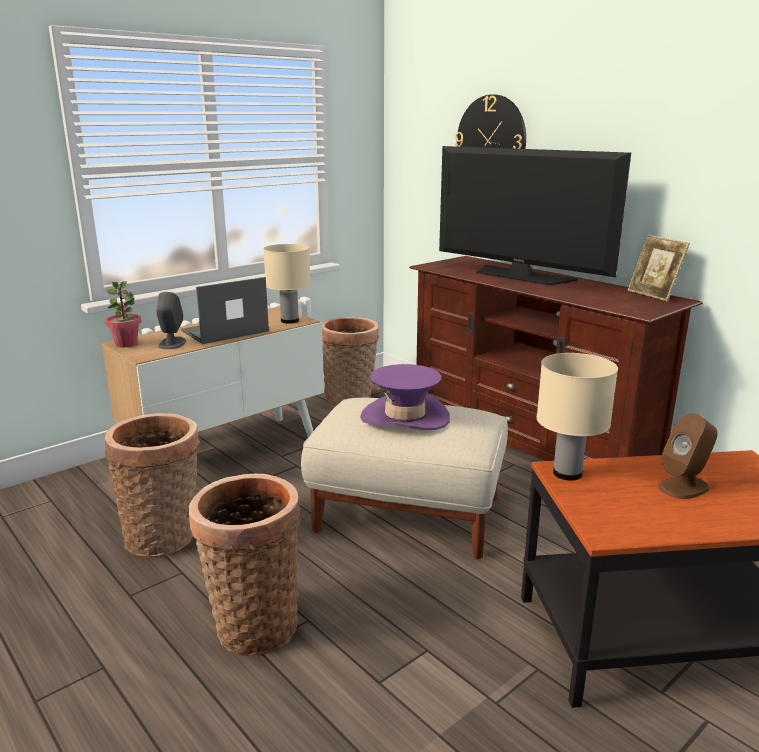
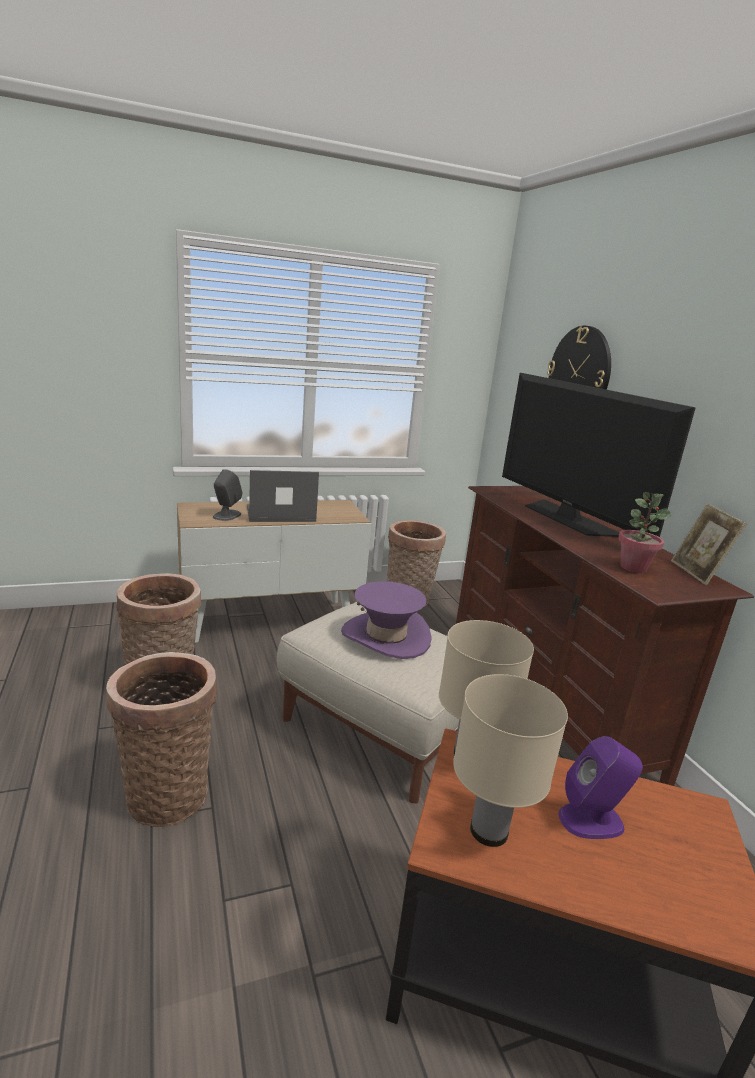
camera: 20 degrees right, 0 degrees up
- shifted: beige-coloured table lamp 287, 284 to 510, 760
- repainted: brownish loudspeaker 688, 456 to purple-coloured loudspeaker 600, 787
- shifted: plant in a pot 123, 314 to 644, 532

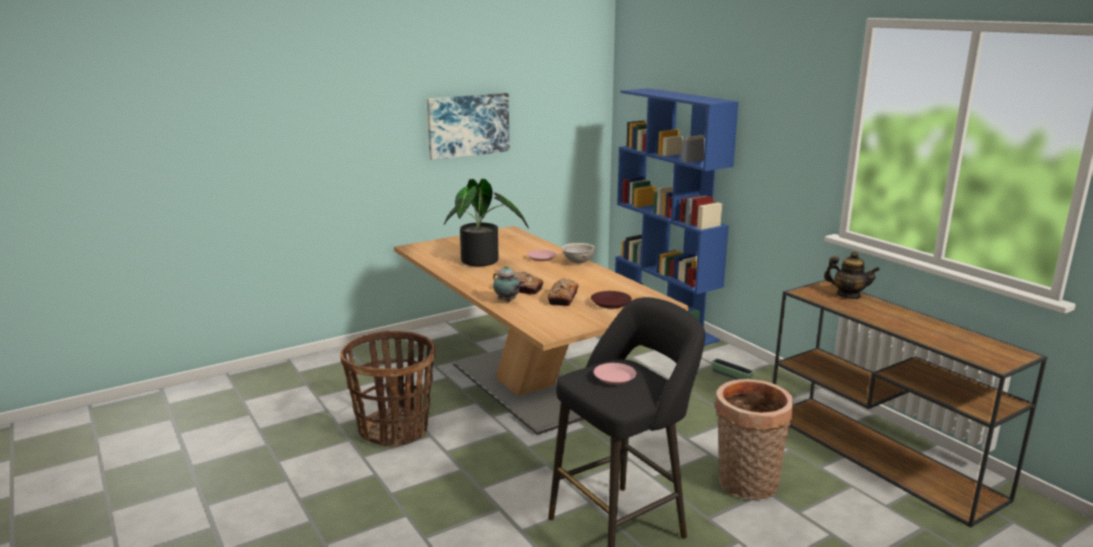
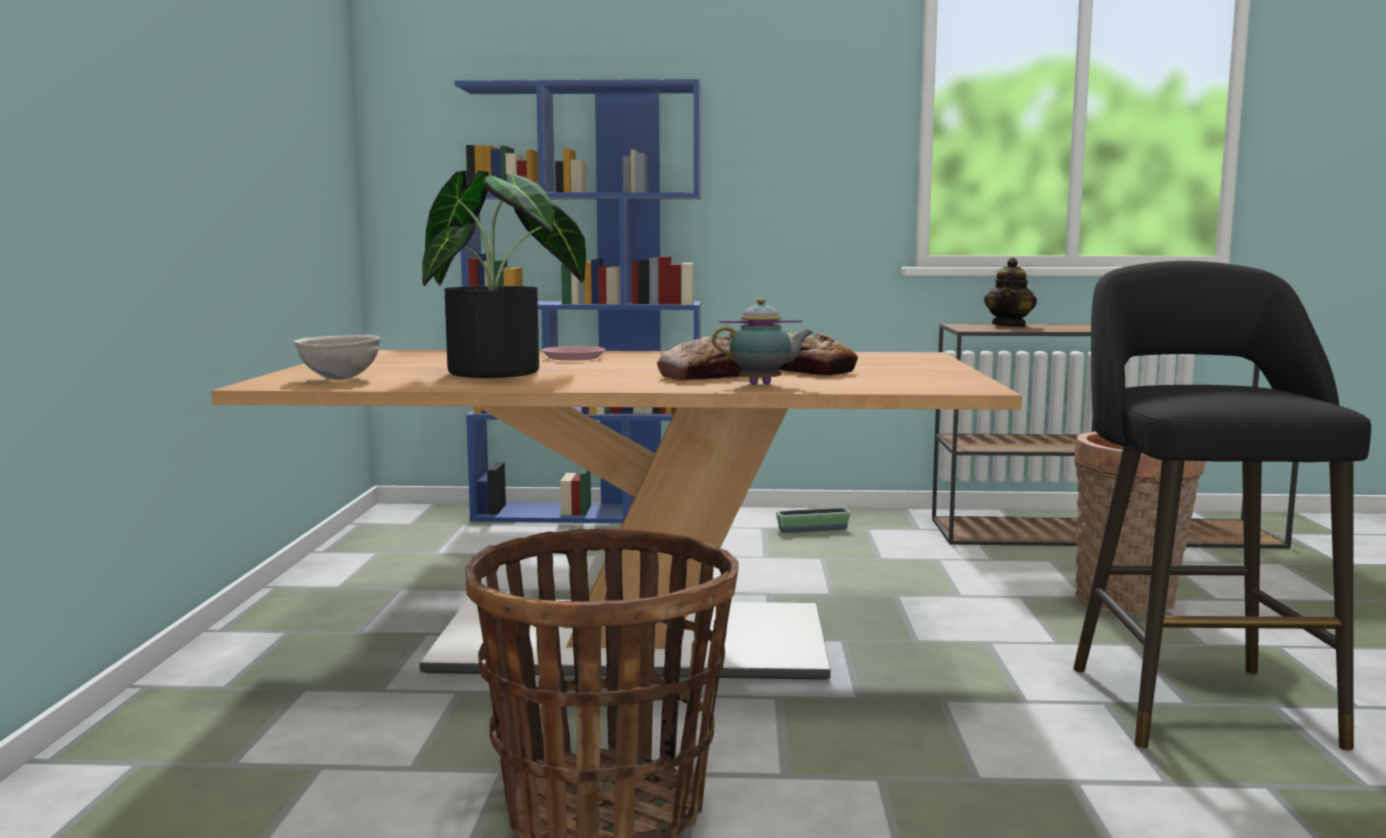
camera: 55 degrees left, 10 degrees down
- shifted: greyish serving bowl 578, 253 to 337, 357
- rotated: pot for tea 852, 275 = 1010, 292 135 degrees clockwise
- gone: wall picture 468, 126
- gone: brownish flat dish 611, 300
- gone: pink flat dish 615, 374

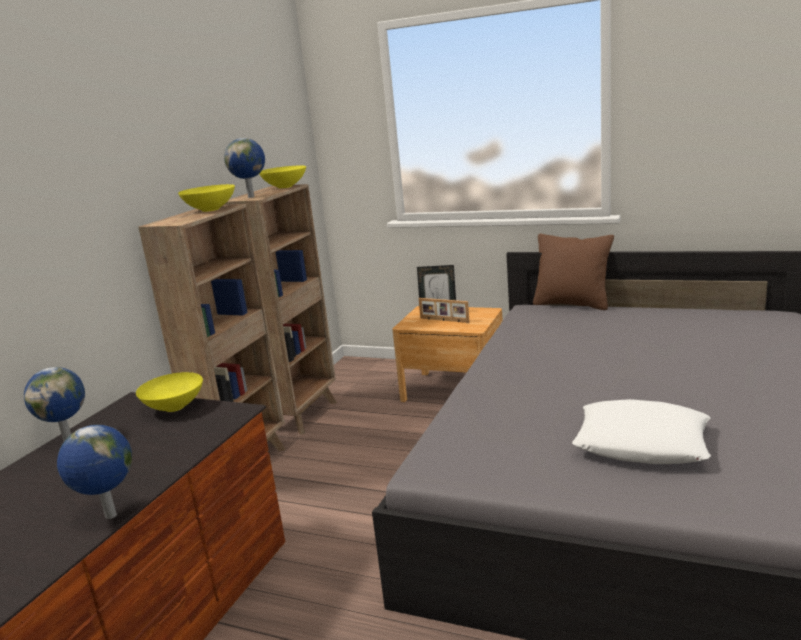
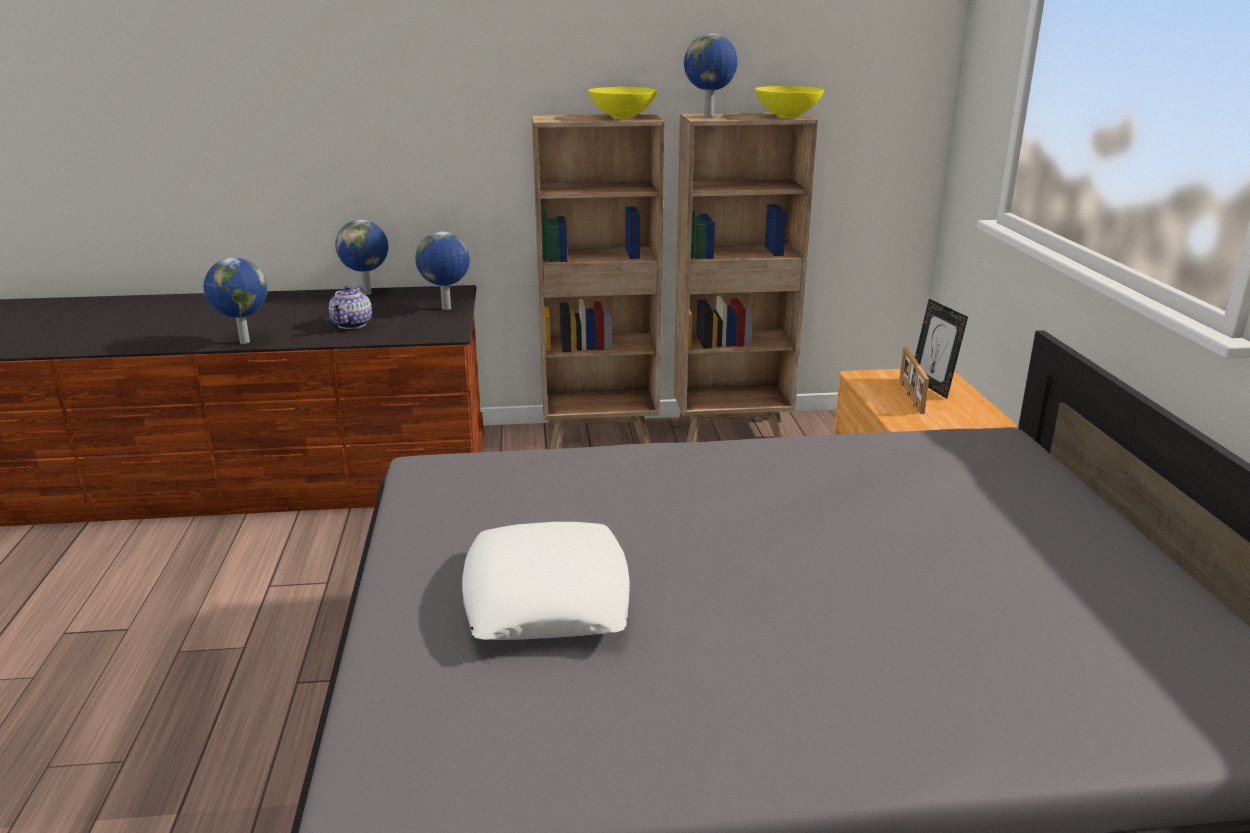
camera: 60 degrees right, 5 degrees up
- new: pot for tea 350, 307
- swapped: yellow serving bowl 169, 392 to desk globe 442, 270
- gone: brownish throw pillow 573, 272

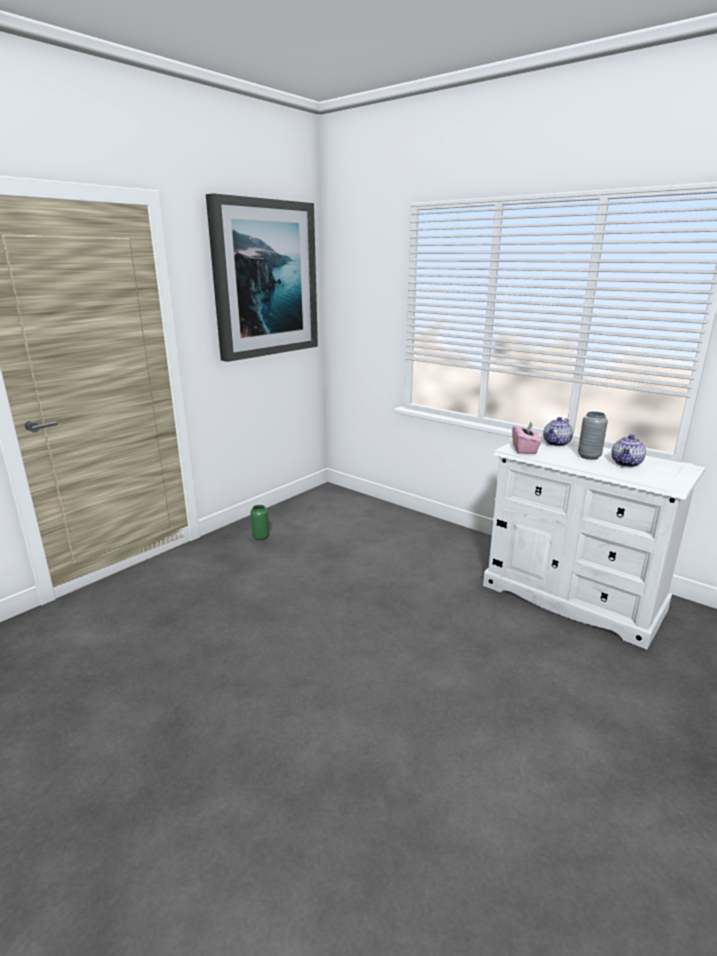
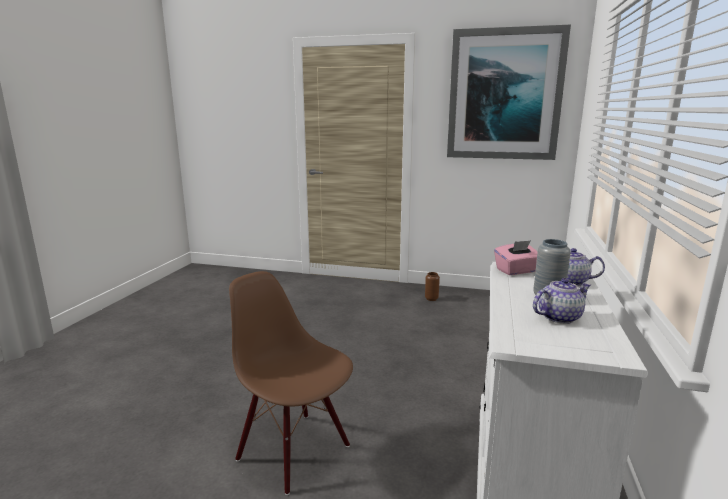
camera: 65 degrees right, 5 degrees down
- new: brownish upright chair 291, 383
- repainted: green-coloured vase 259, 523 to brownish vase 432, 286
- rotated: pot for tea 628, 450 = 562, 301 150 degrees clockwise

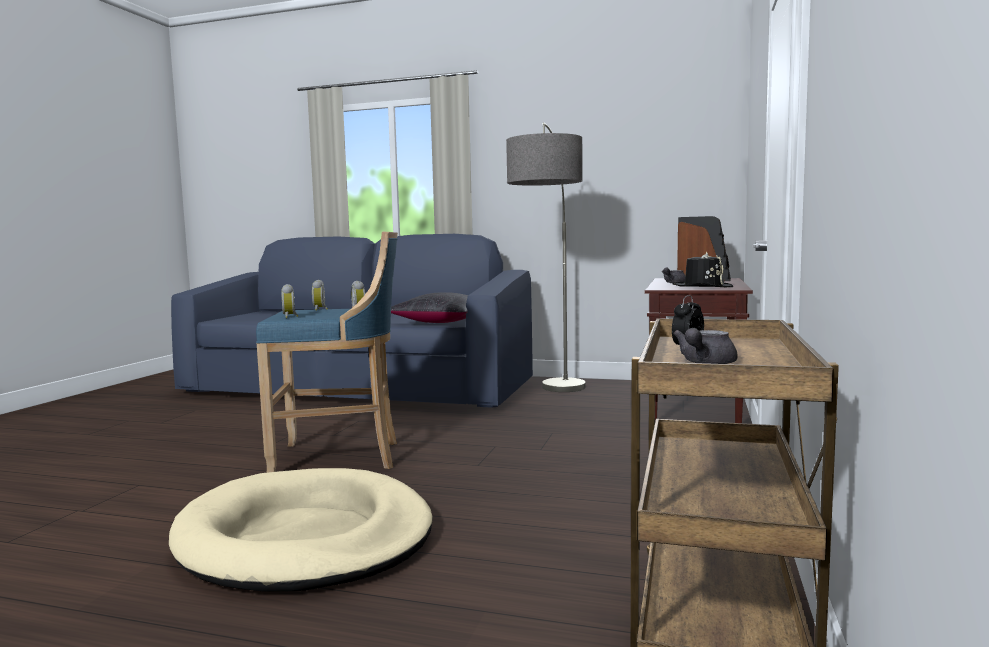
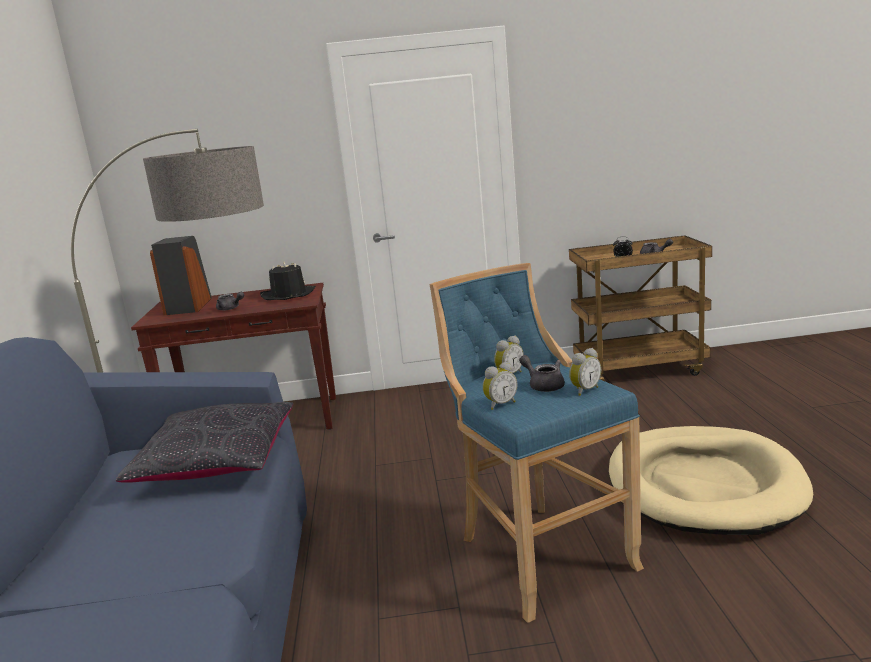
camera: 110 degrees left, 10 degrees up
- new: greyish pot for tea 542, 373

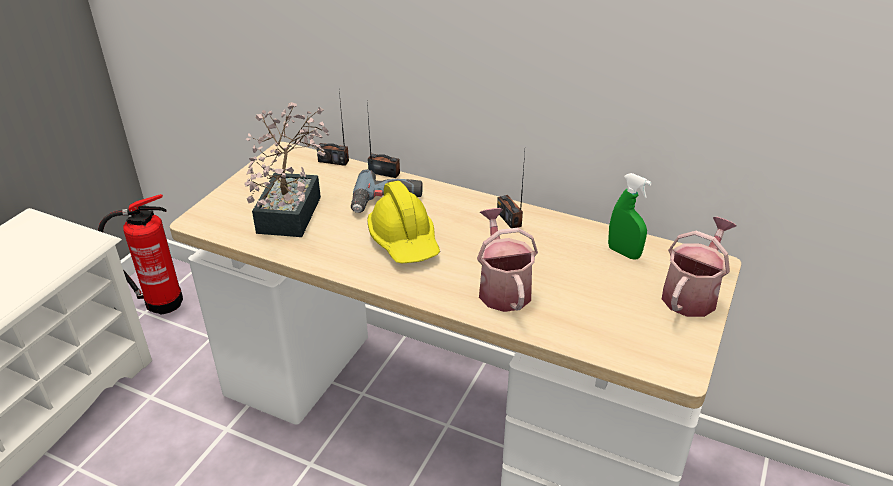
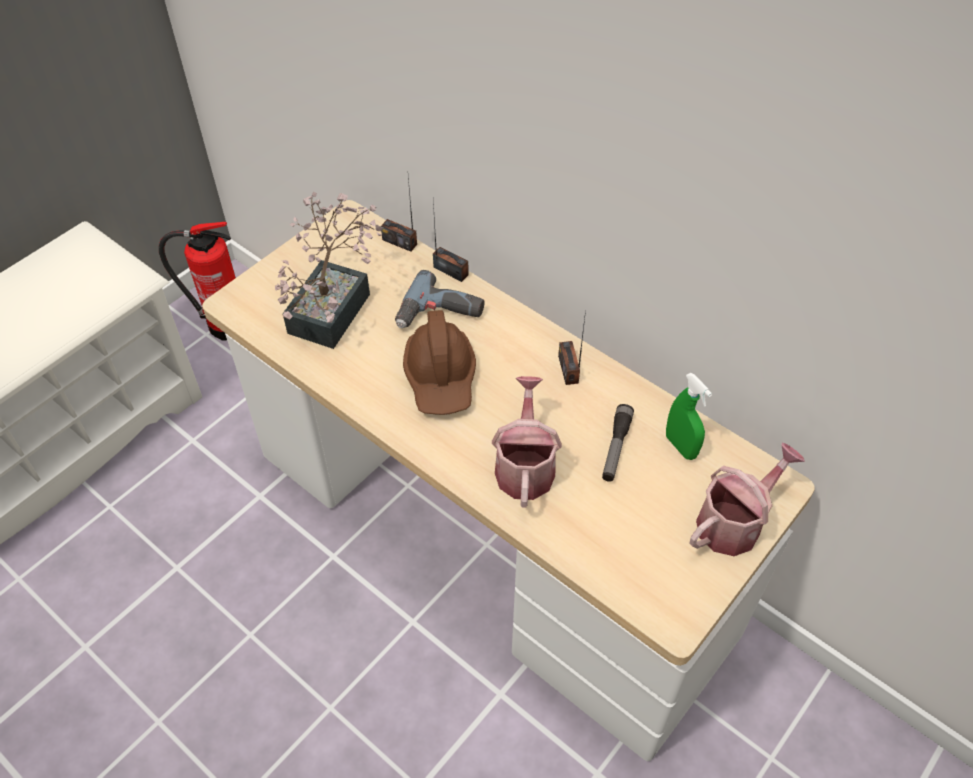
camera: 15 degrees right, 15 degrees up
- repainted: yellow hard hat 403, 222 to brownish hard hat 439, 362
- new: flashlight 618, 443

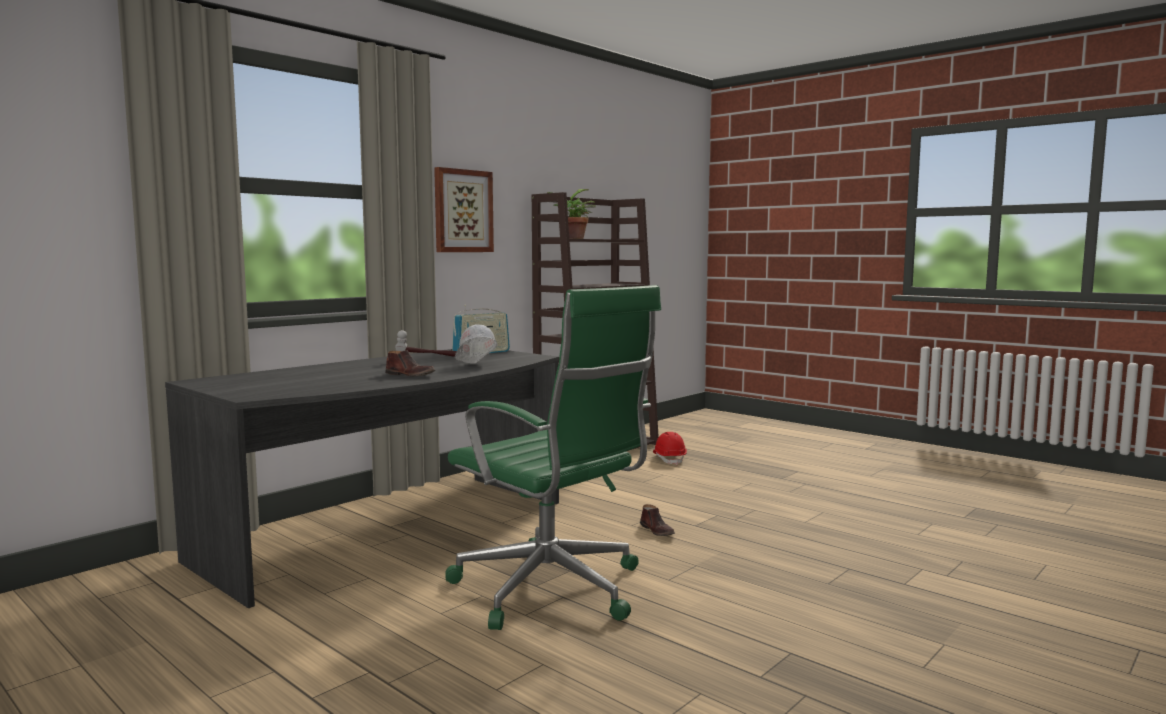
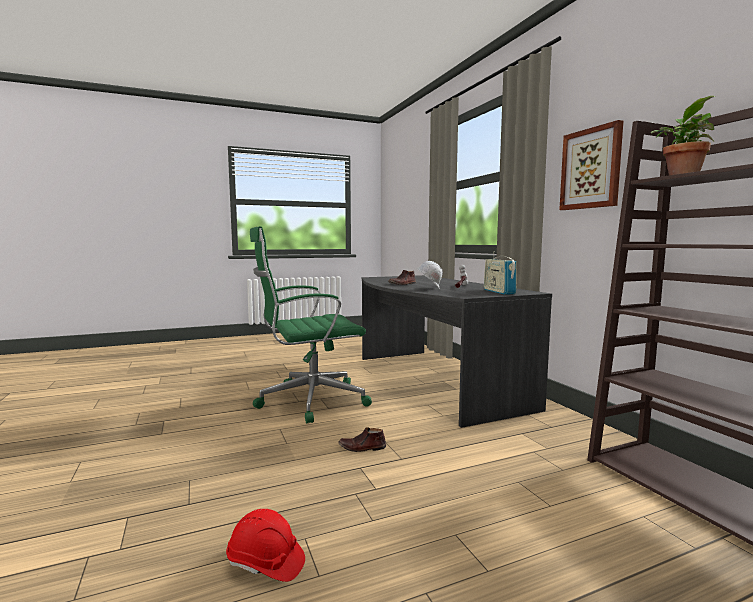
camera: 115 degrees right, 0 degrees up
- shifted: reddish hard hat 670, 448 to 265, 545

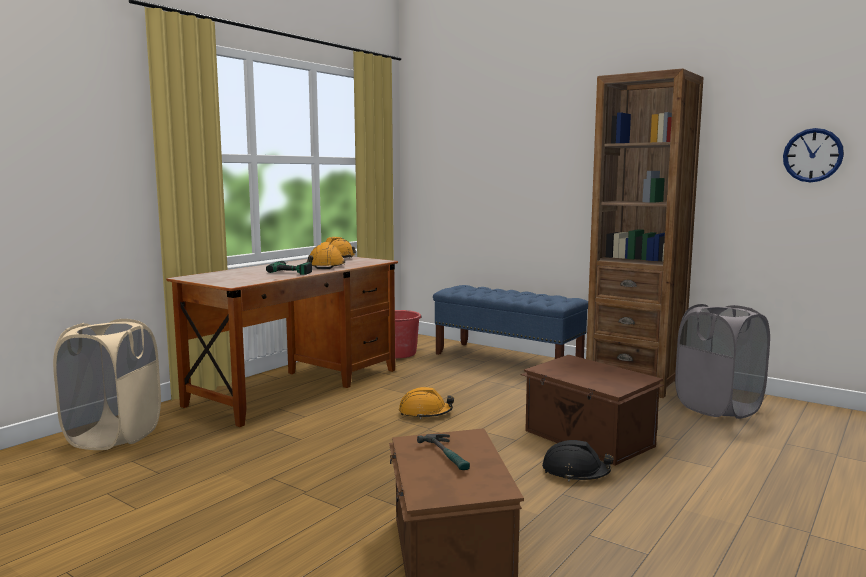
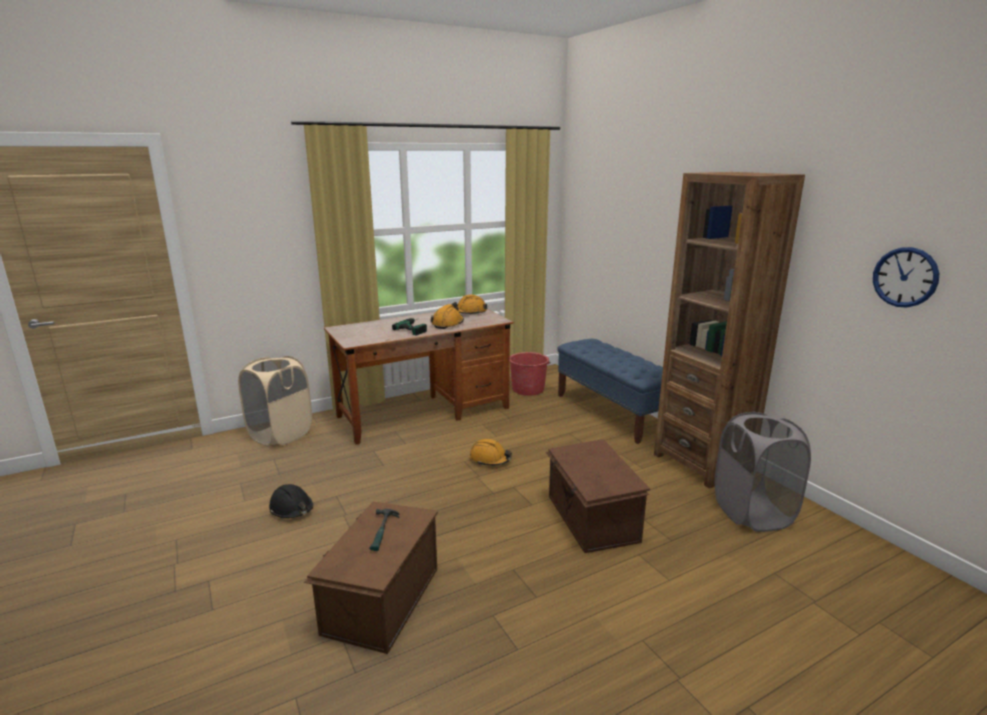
camera: 25 degrees right, 10 degrees up
- shifted: black-coloured hard hat 578, 461 to 291, 501

